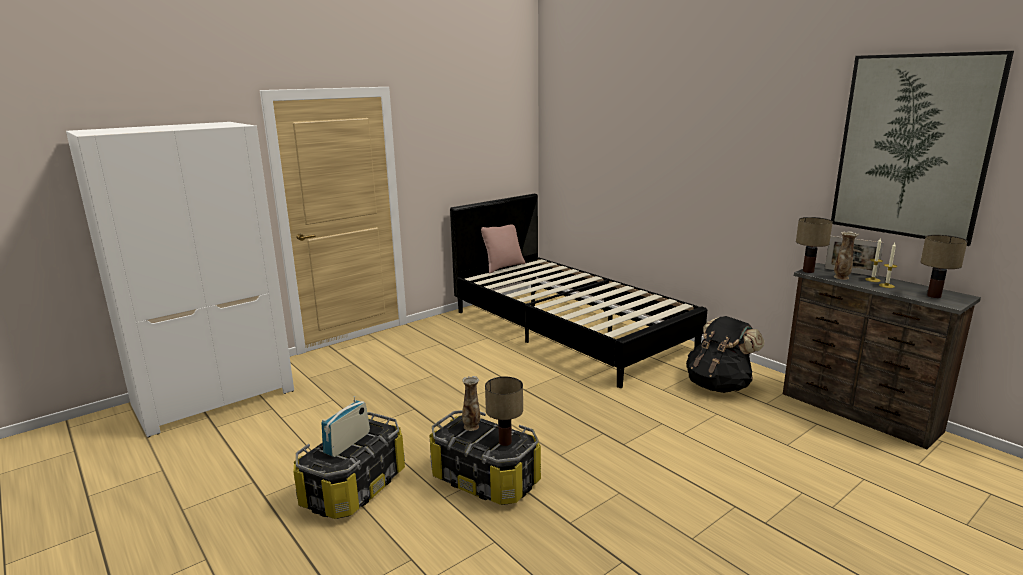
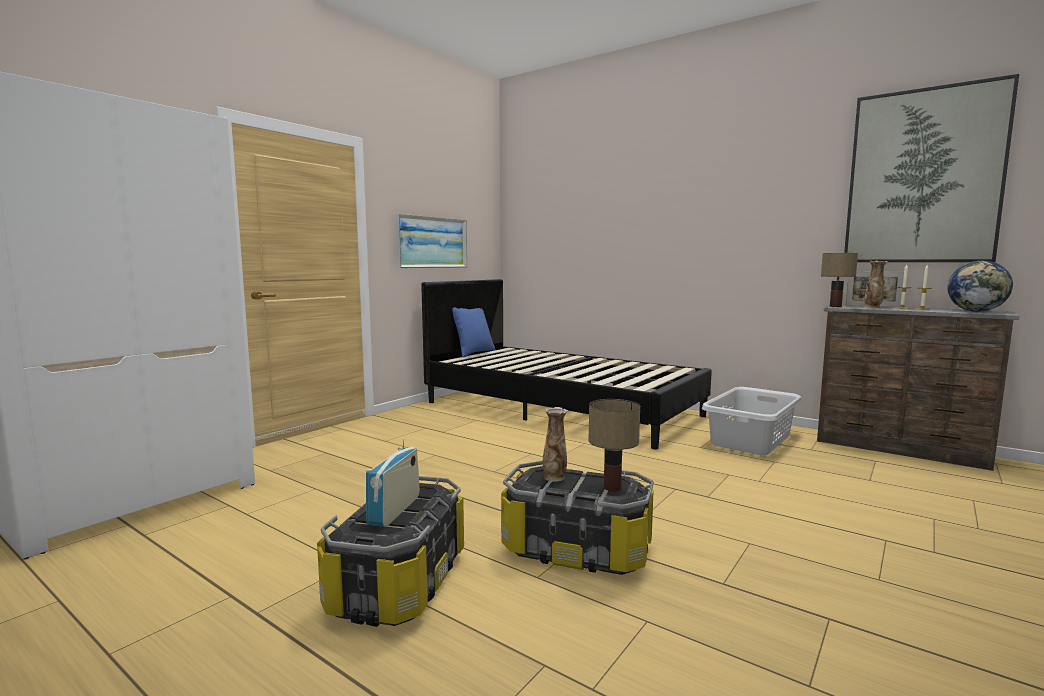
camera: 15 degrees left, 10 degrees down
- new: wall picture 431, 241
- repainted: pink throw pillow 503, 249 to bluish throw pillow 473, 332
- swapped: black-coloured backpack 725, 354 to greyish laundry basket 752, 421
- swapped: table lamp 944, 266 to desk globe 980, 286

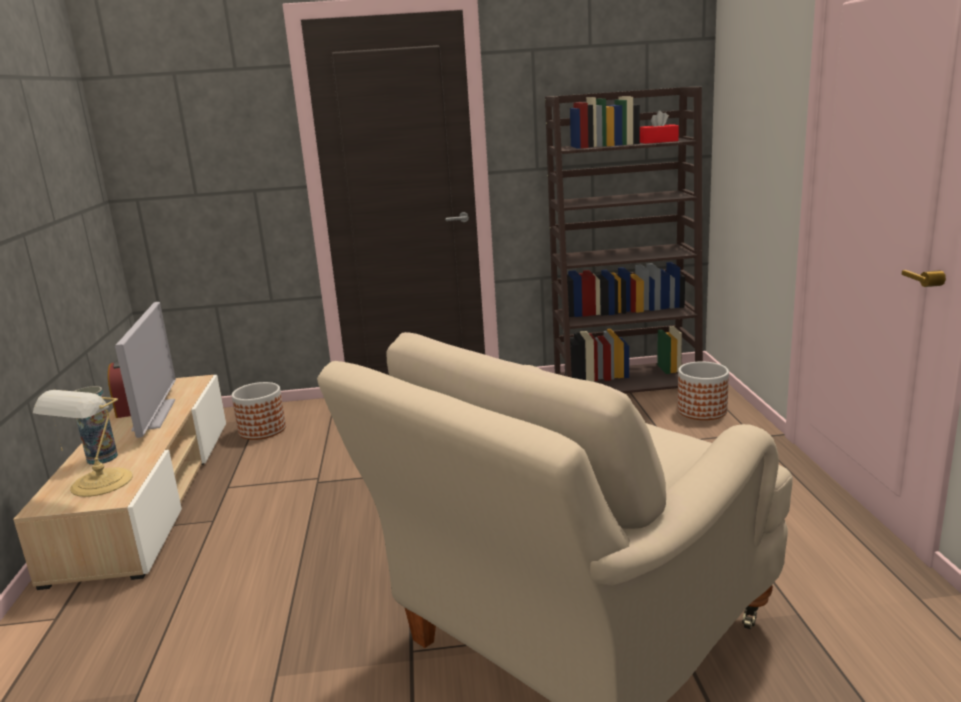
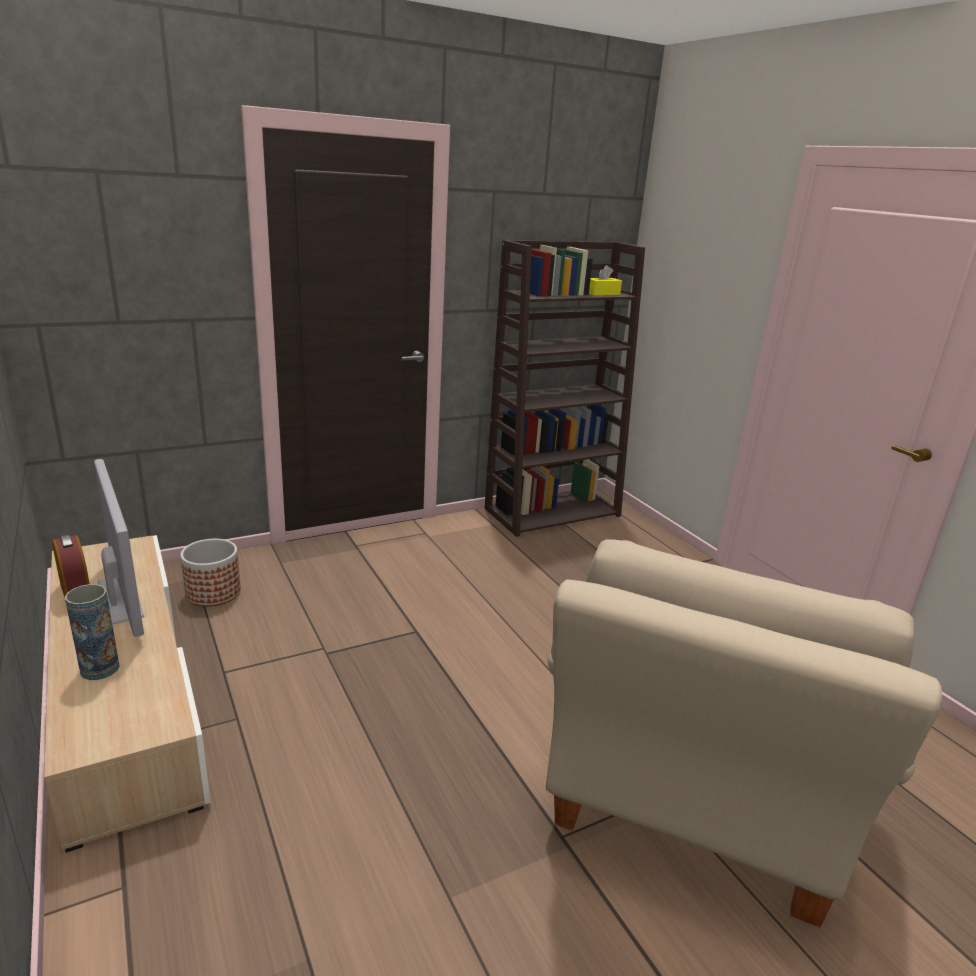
camera: 25 degrees left, 5 degrees up
- repainted: reddish box of tissues 659, 127 to yellow box of tissues 605, 280
- gone: table lamp 83, 443
- gone: flower pot 703, 390

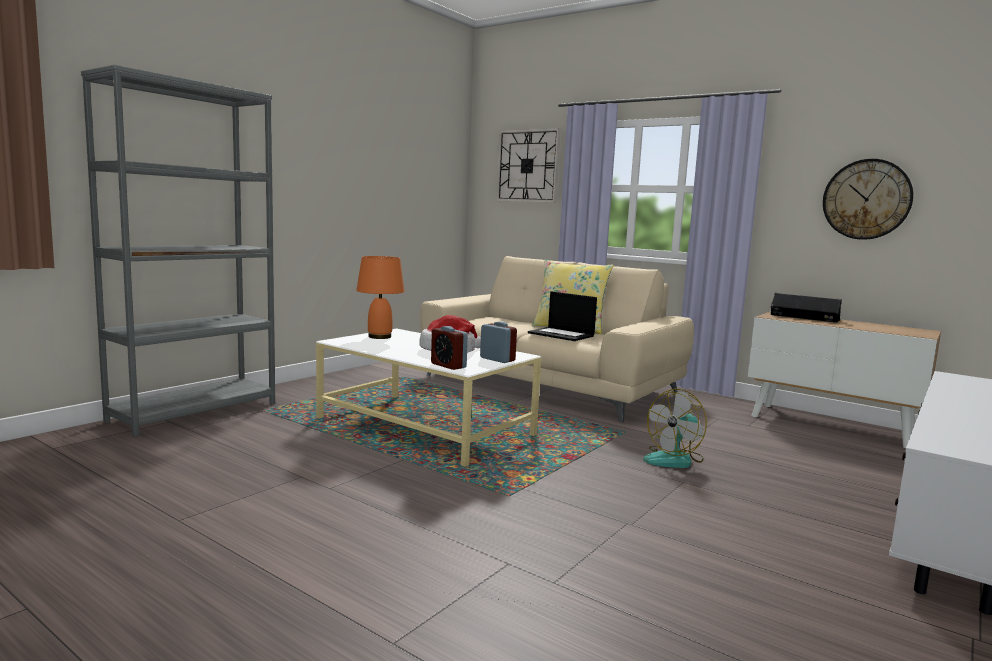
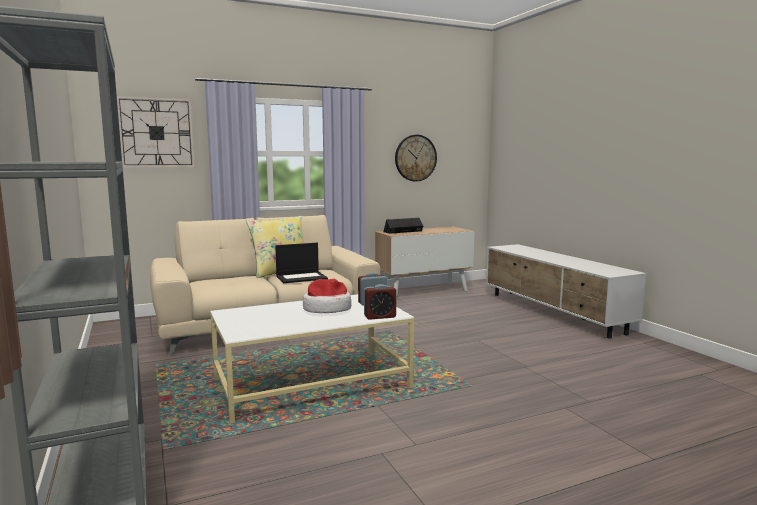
camera: 60 degrees left, 0 degrees up
- gone: orangey table lamp 380, 297
- gone: fan 675, 428

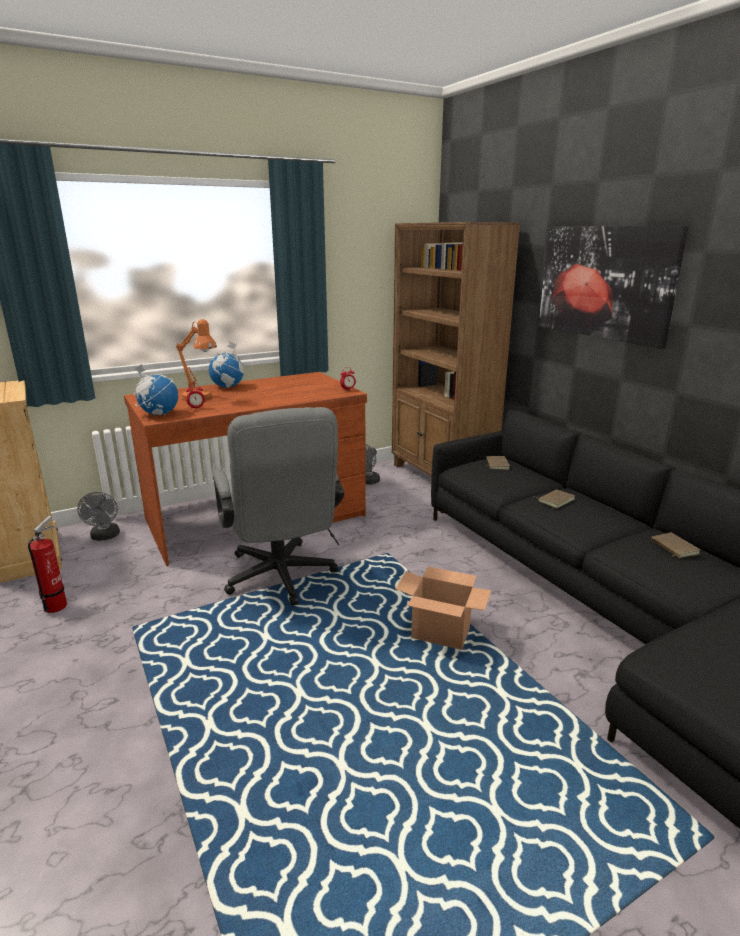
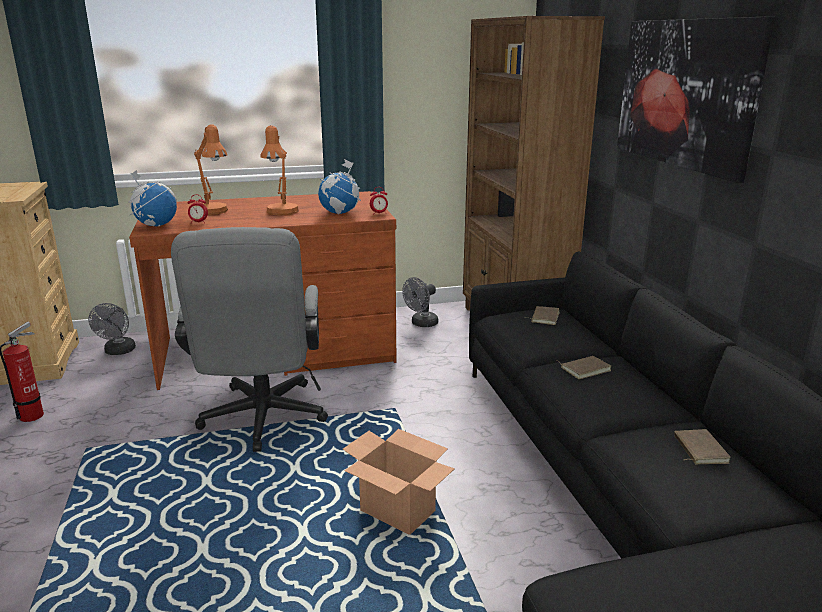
camera: 15 degrees right, 0 degrees up
- new: orangey table lamp 280, 170
- shifted: desk globe 227, 364 to 339, 187

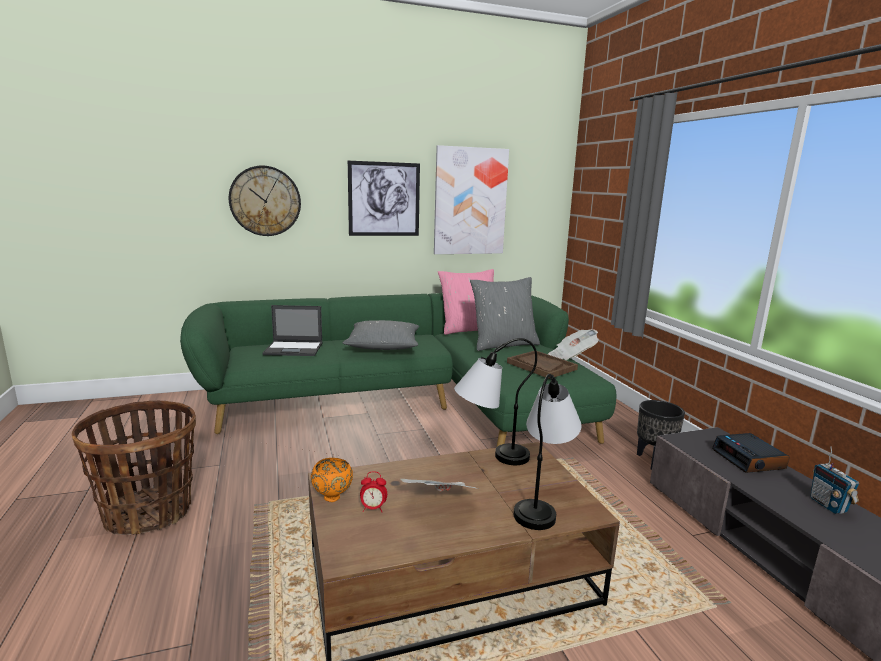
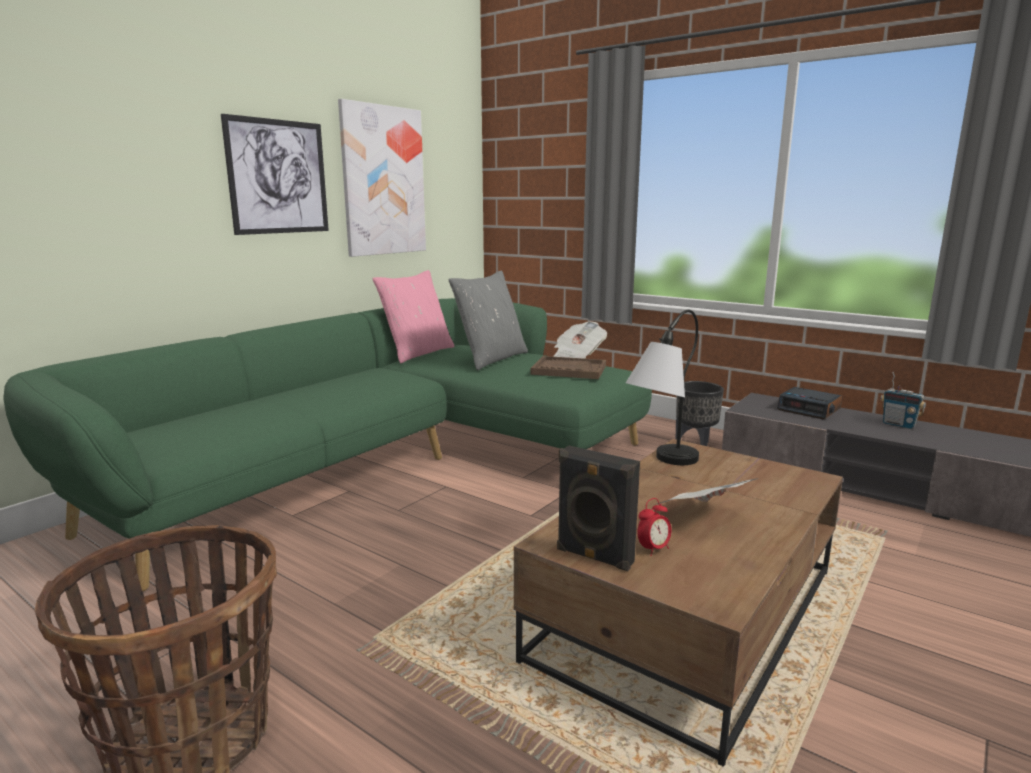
camera: 35 degrees left, 0 degrees up
- swapped: orangey serving bowl 332, 480 to black-coloured loudspeaker 598, 508
- gone: clock on the wall 265, 201
- gone: portable computer 293, 330
- gone: greyish throw pillow 381, 335
- gone: table lamp 547, 452

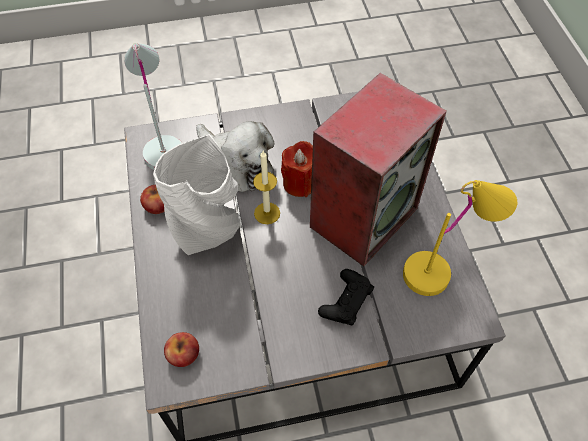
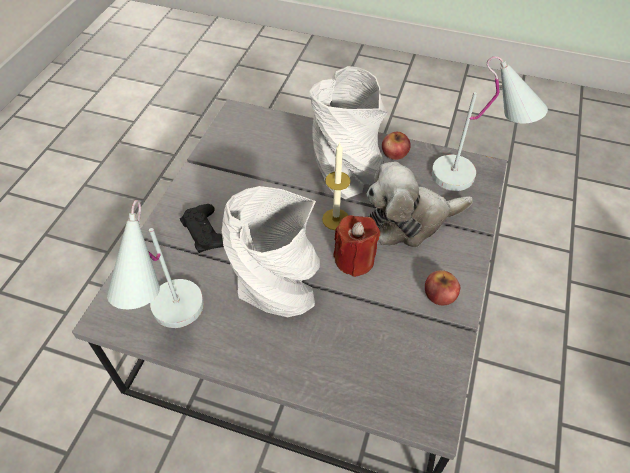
camera: 120 degrees right, 5 degrees down
- repainted: yellow table lamp 460, 238 to white table lamp 155, 264
- swapped: loudspeaker 378, 169 to greyish vase 270, 252
- shifted: whole apple 181, 349 to 442, 287

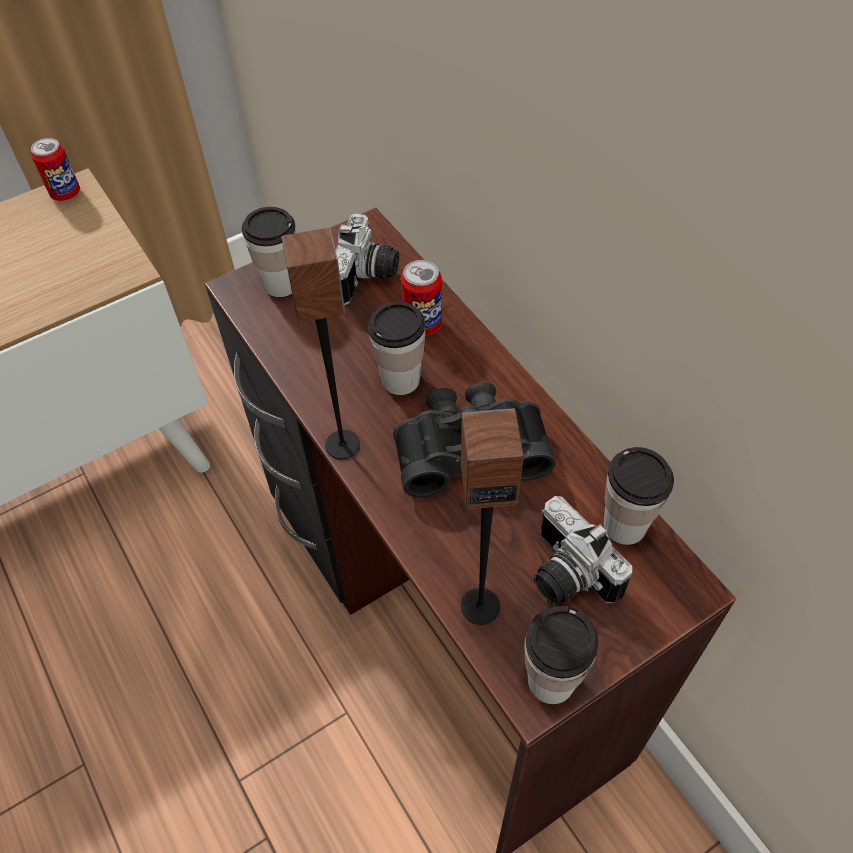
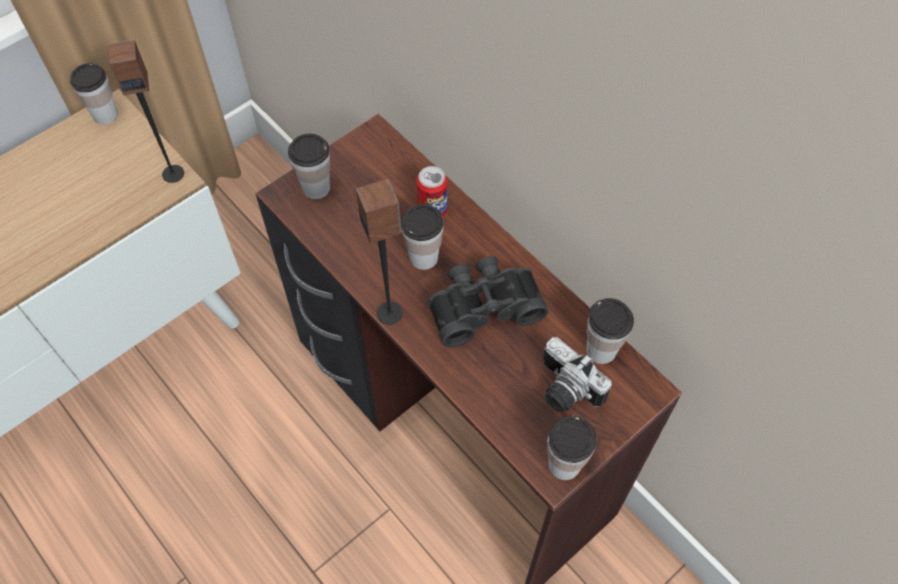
camera: 10 degrees left, 5 degrees up
- swapped: sealed can 55, 169 to small cup 94, 93
- shifted: loudspeaker 492, 516 to 146, 111
- gone: still camera 367, 259

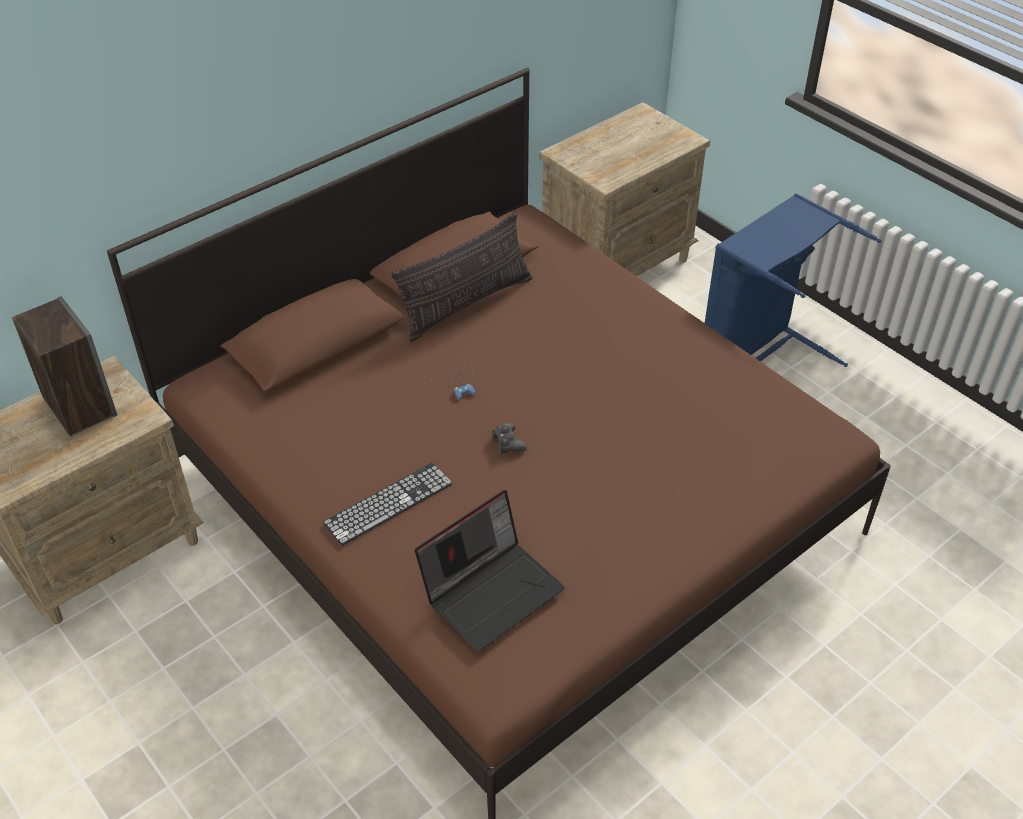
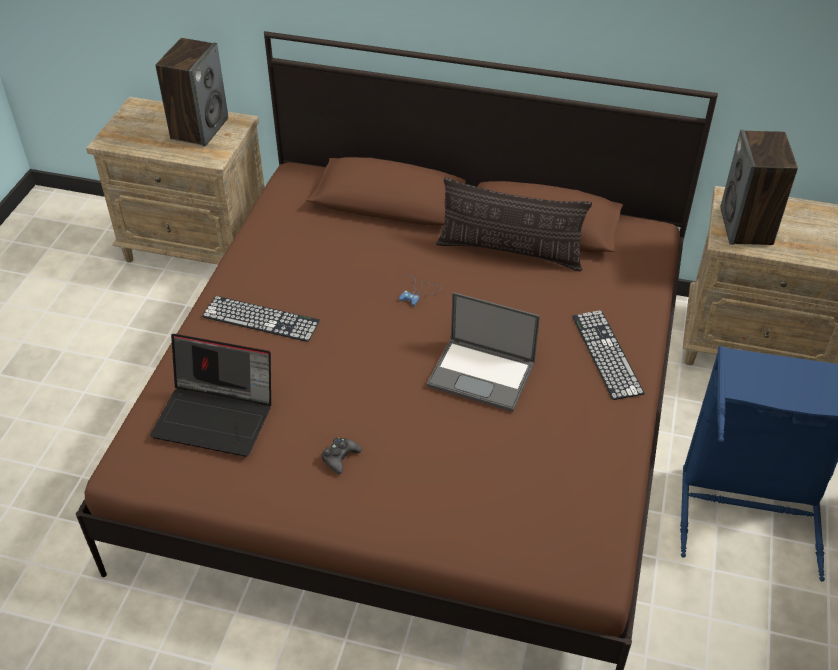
camera: 55 degrees right, 0 degrees up
- shifted: black-coloured gamepad 509, 438 to 342, 455
- new: portable computer 483, 352
- new: PC keyboard 608, 355
- new: loudspeaker 759, 187

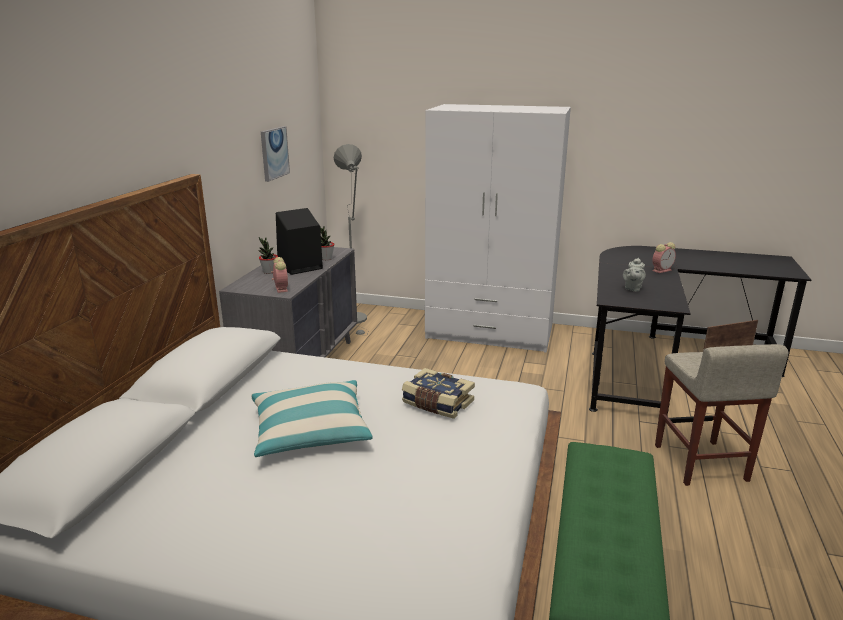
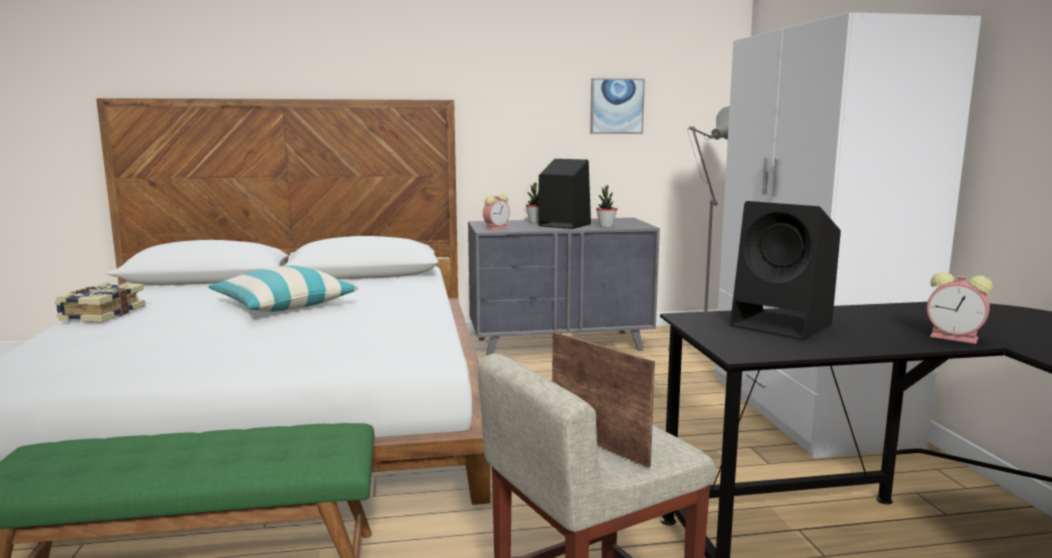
camera: 65 degrees right, 10 degrees down
- shifted: volume 438, 393 to 100, 303
- swapped: greyish pot for tea 634, 275 to black-coloured loudspeaker 785, 270

